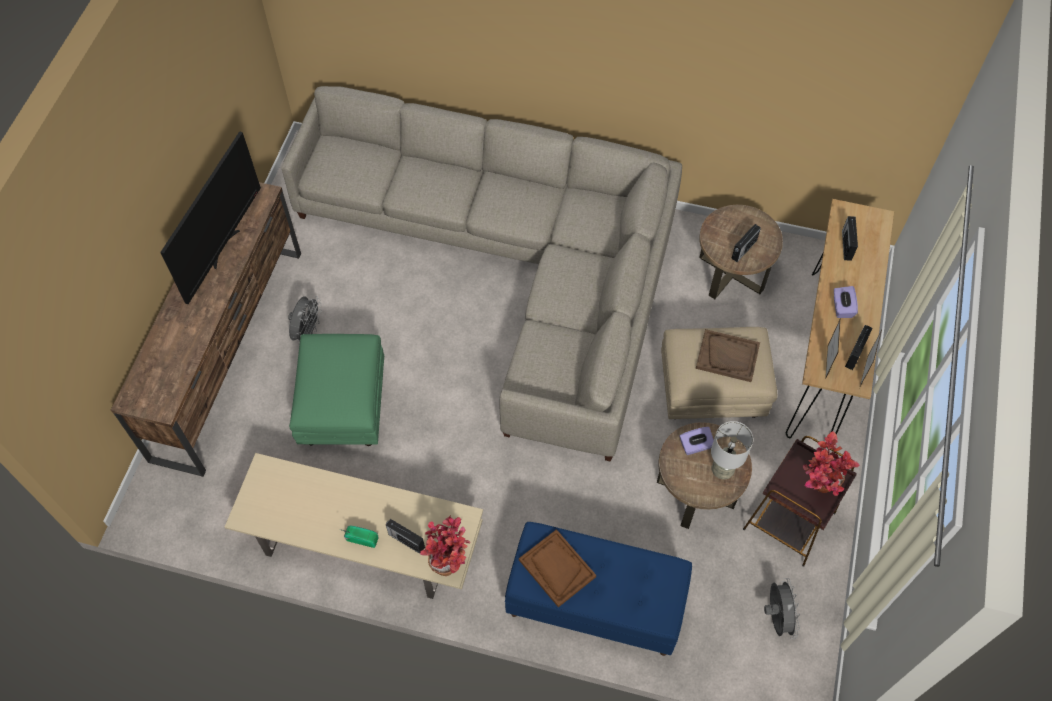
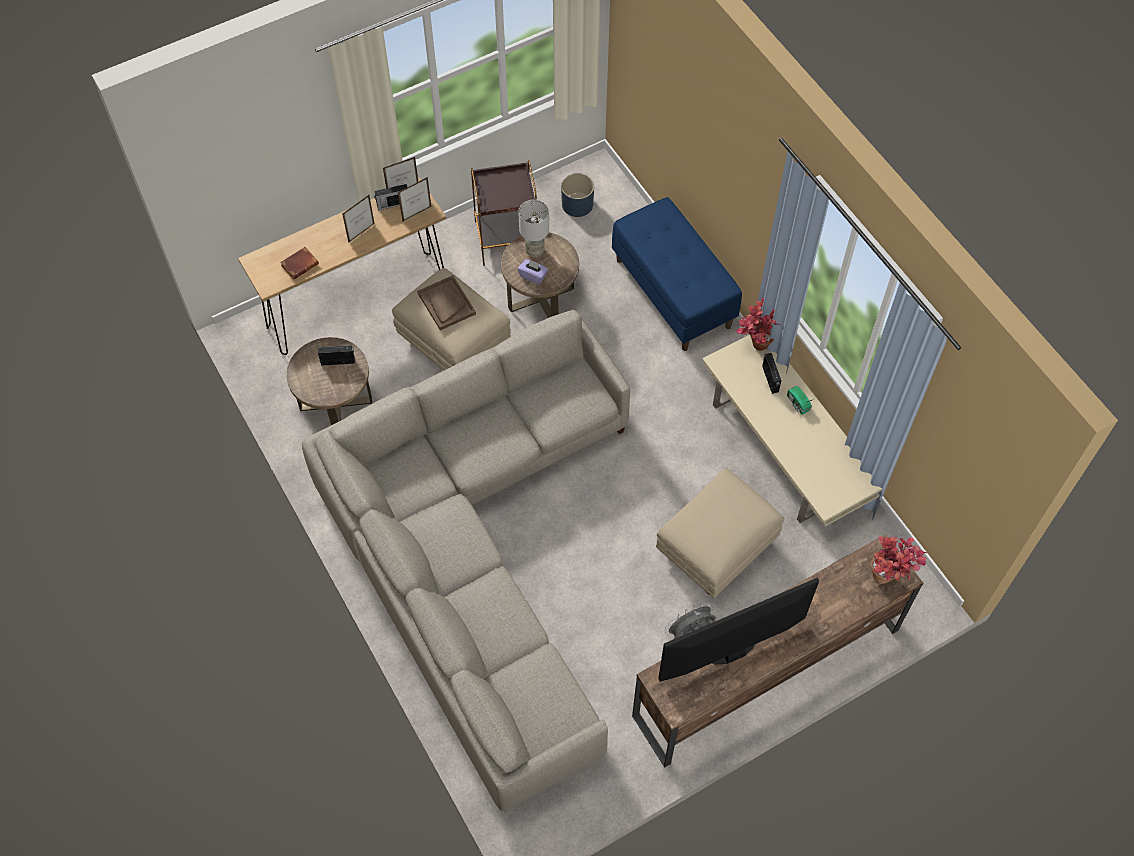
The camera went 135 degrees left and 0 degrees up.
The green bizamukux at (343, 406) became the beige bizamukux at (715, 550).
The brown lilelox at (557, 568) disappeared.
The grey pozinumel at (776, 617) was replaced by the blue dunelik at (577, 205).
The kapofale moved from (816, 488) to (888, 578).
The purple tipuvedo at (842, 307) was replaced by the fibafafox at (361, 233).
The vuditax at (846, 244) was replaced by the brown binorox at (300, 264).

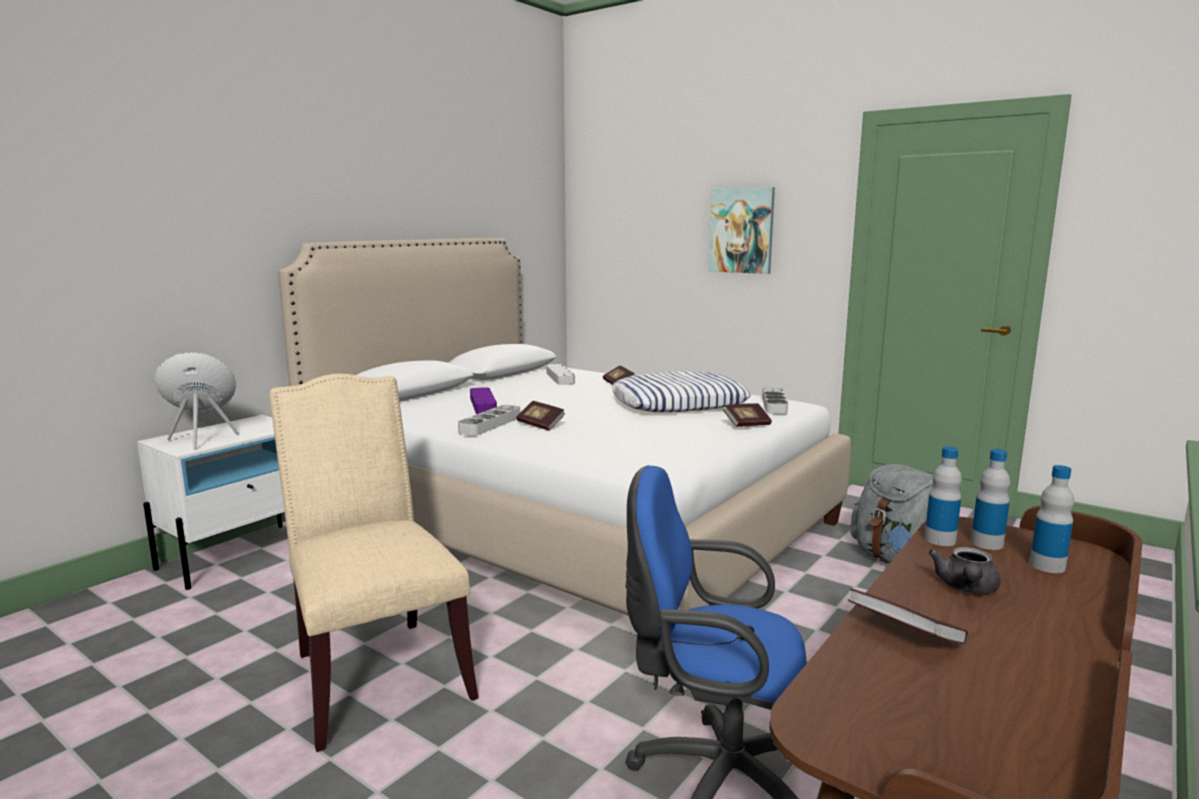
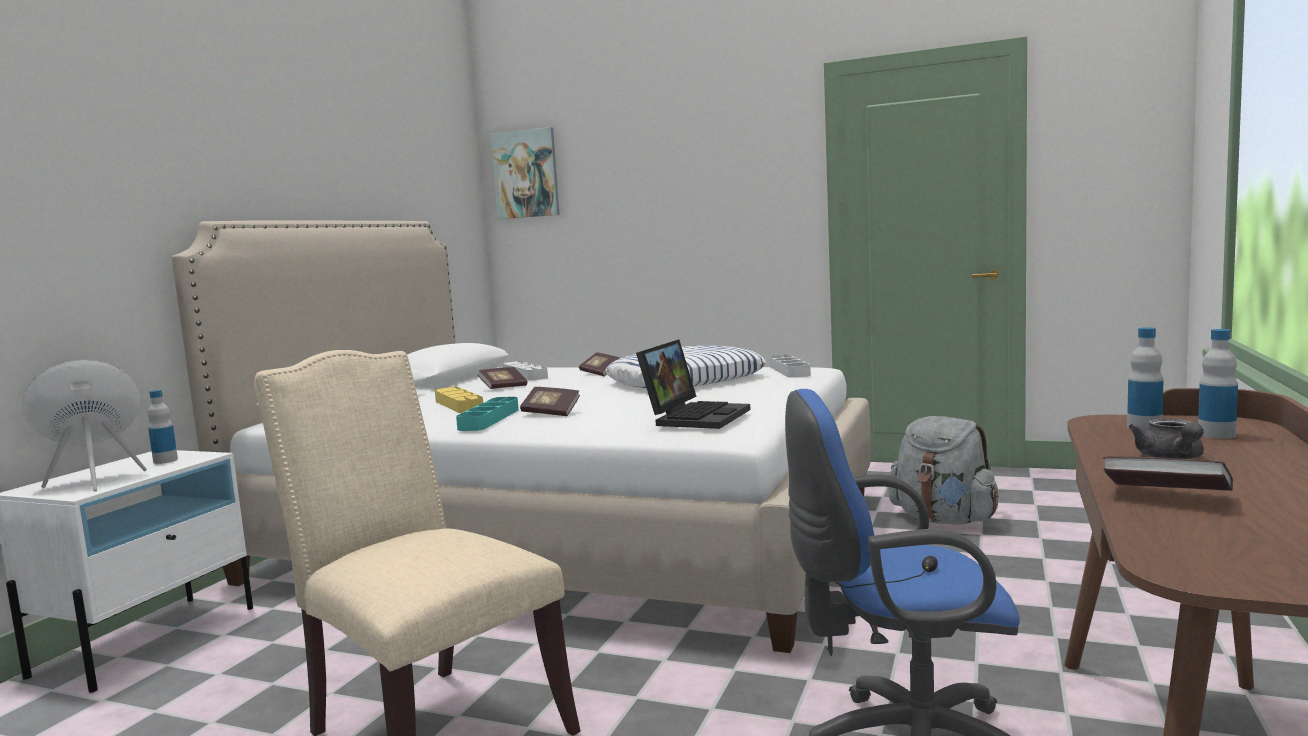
The camera went 15 degrees left and 5 degrees down.
The grey lilelox at (490, 424) became the turquoise lilelox at (489, 419).
The purple lilelox at (483, 405) became the yellow lilelox at (459, 405).
The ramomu moved from (741, 230) to (526, 174).
The binorox moved from (747, 424) to (503, 387).
The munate moved from (940, 540) to (165, 460).
The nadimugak at (695, 416) appeared.

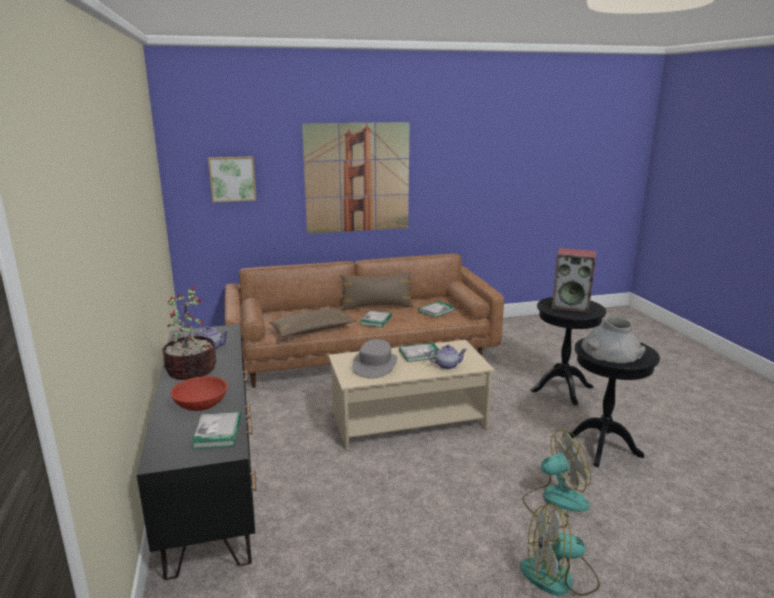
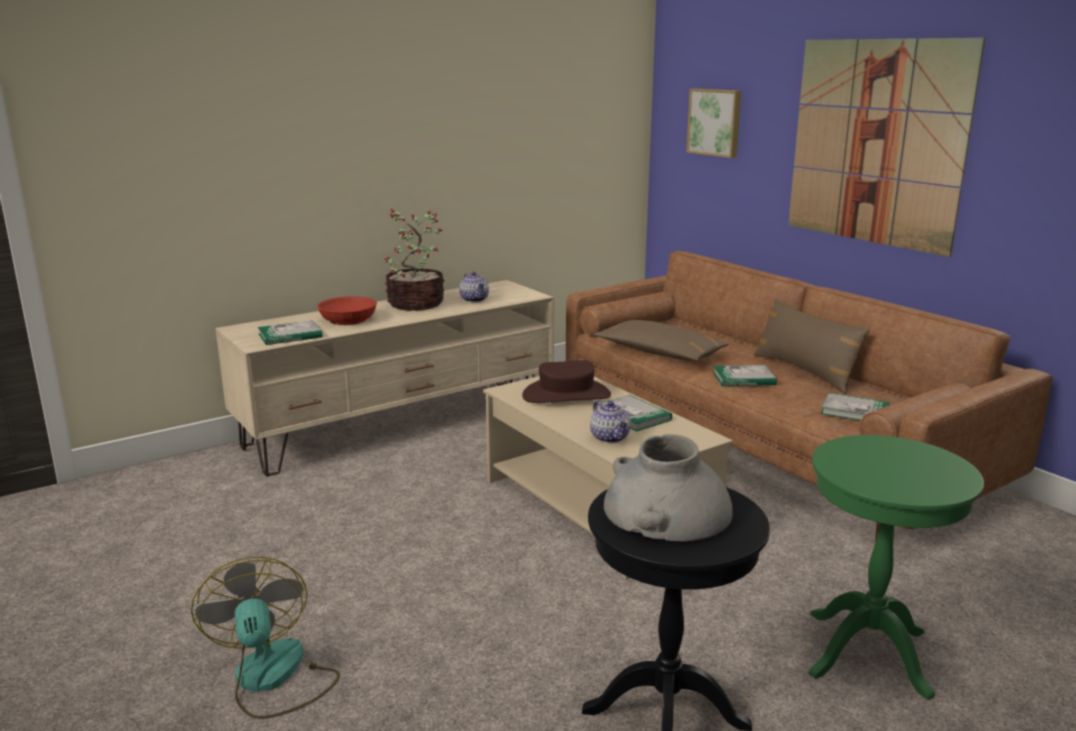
The camera went 70 degrees right and 0 degrees up.
The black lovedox at (212, 472) became the beige lovedox at (402, 424).
The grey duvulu at (375, 365) became the brown duvulu at (566, 395).
The pozinumel at (555, 501) disappeared.
The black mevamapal at (562, 389) became the green mevamapal at (868, 653).
The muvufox at (571, 306) disappeared.

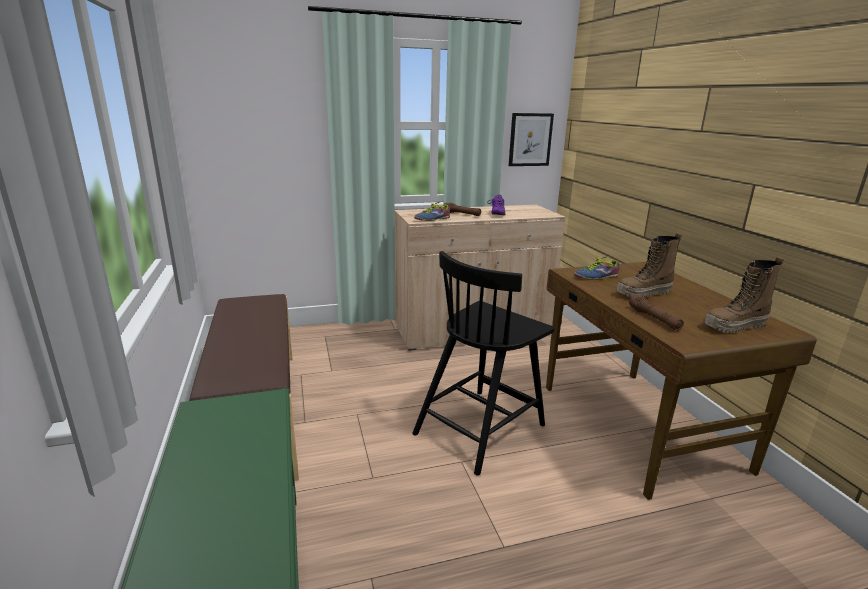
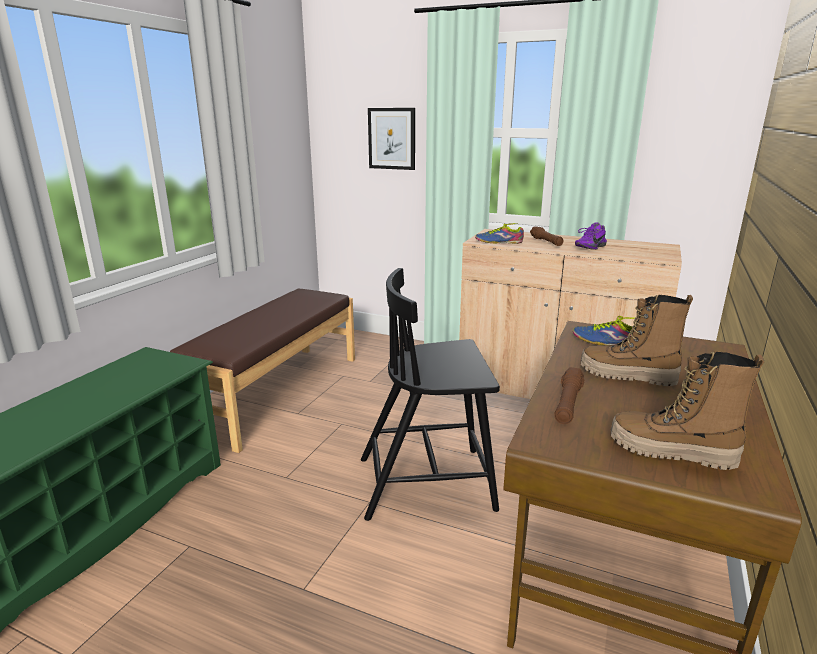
The camera went 40 degrees right and 0 degrees up.
The ramomu moved from (530, 139) to (392, 138).

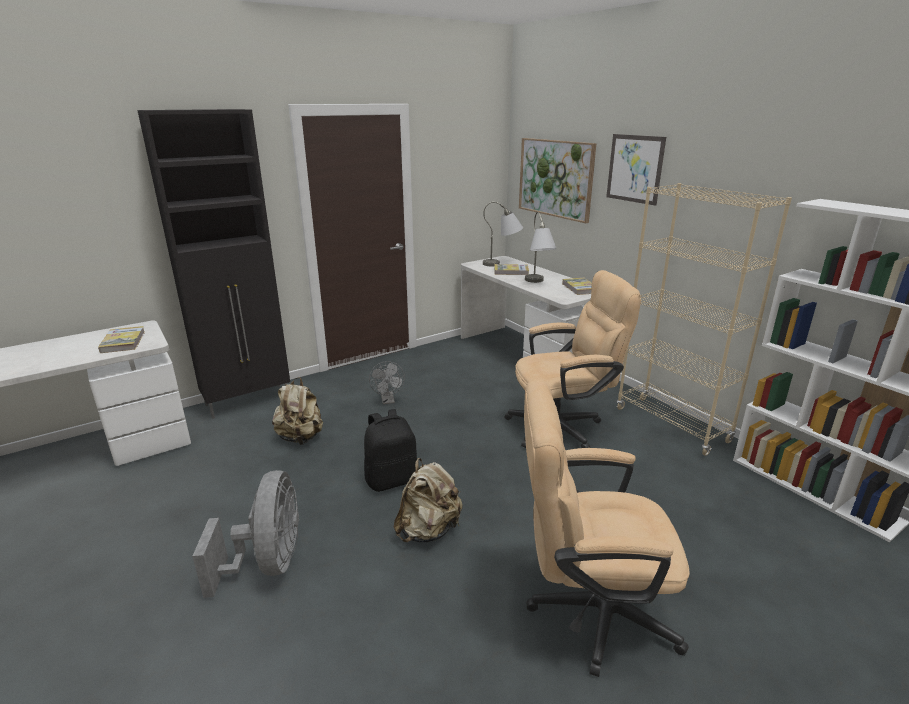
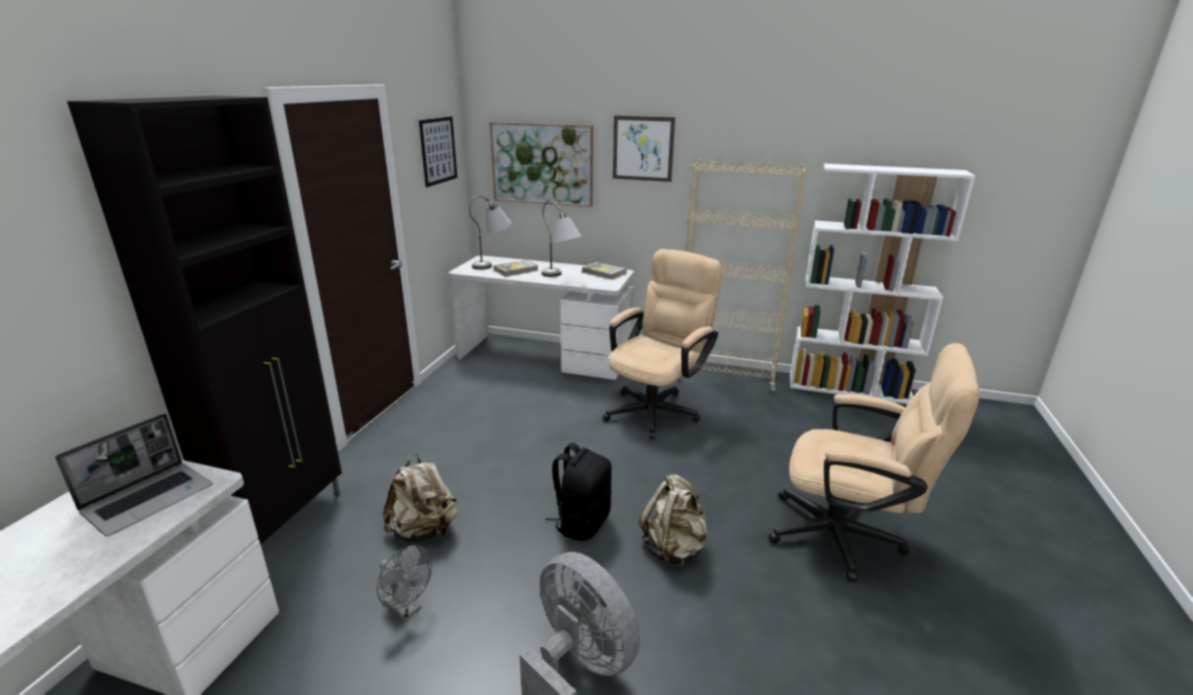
The camera went 40 degrees left and 0 degrees up.
The binorox at (123, 342) was replaced by the nadimugak at (149, 498).
The grey pozinumel moved from (388, 401) to (407, 608).
The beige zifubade at (588, 610) turned 120 degrees counterclockwise.
The ramomu at (438, 150) appeared.

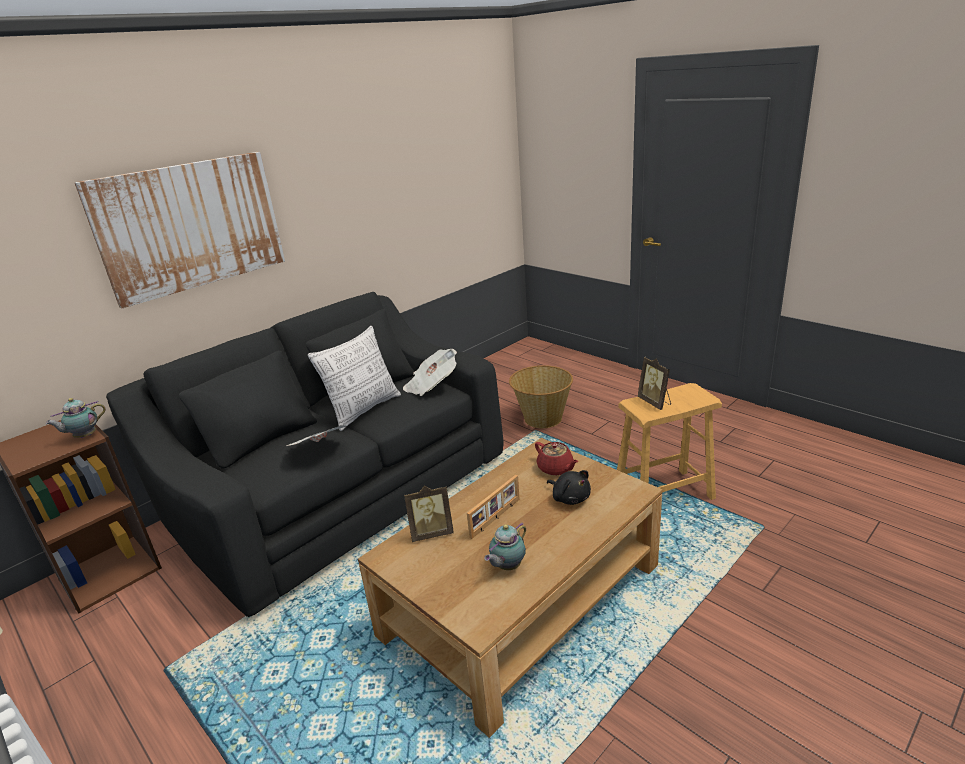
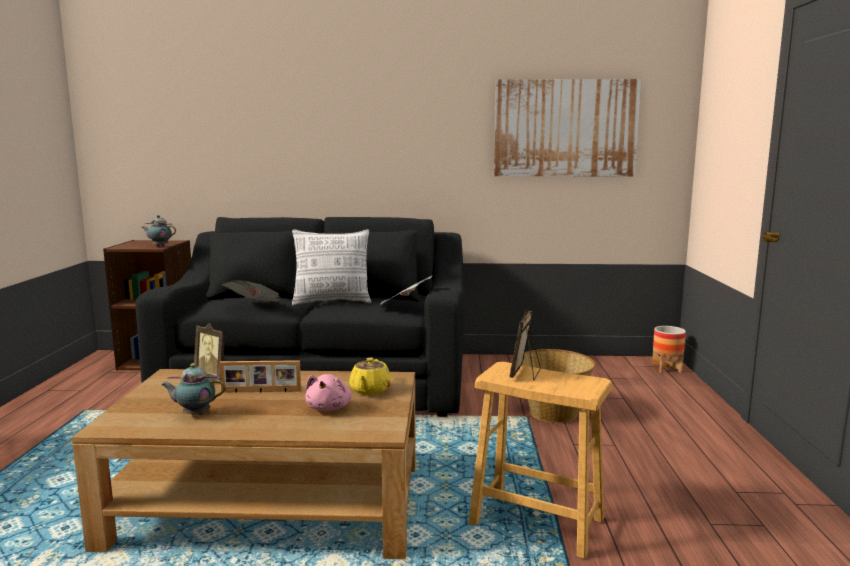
The camera went 45 degrees right and 15 degrees down.
The ramomu moved from (191, 226) to (565, 128).
The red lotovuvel at (556, 468) became the yellow lotovuvel at (370, 390).
The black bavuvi at (570, 497) became the pink bavuvi at (329, 408).
The dunelik at (666, 369) appeared.

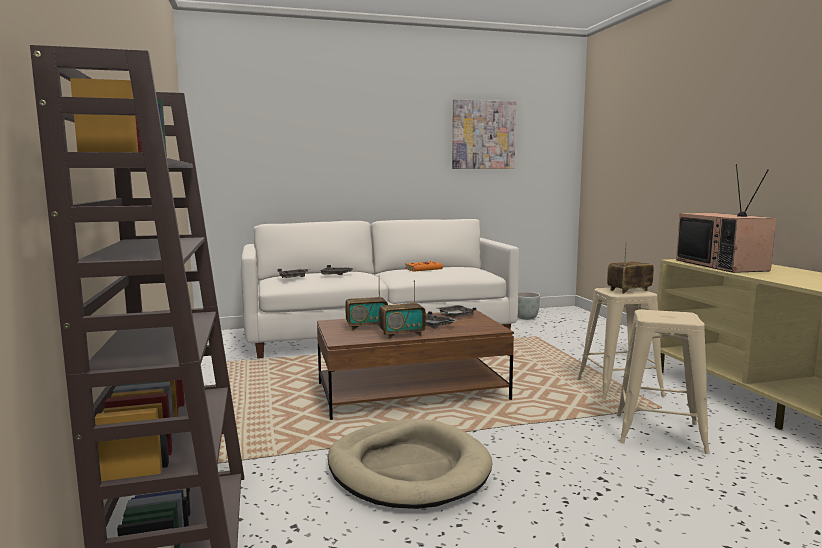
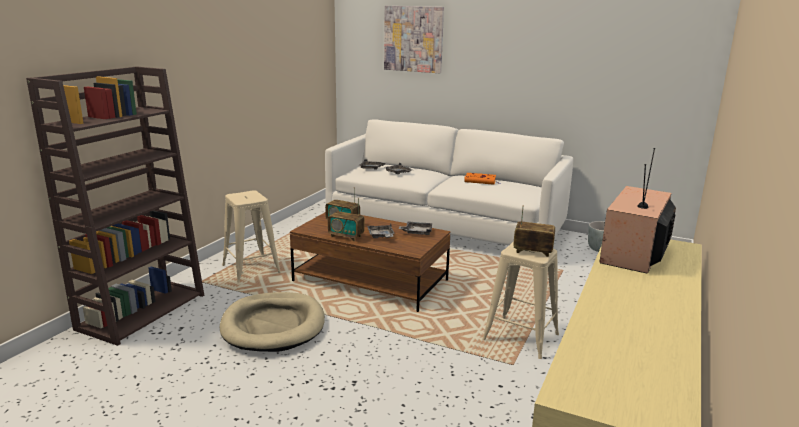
The camera went 40 degrees right and 10 degrees up.
The ramomu moved from (483, 135) to (413, 39).
The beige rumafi moved from (659, 433) to (251, 269).

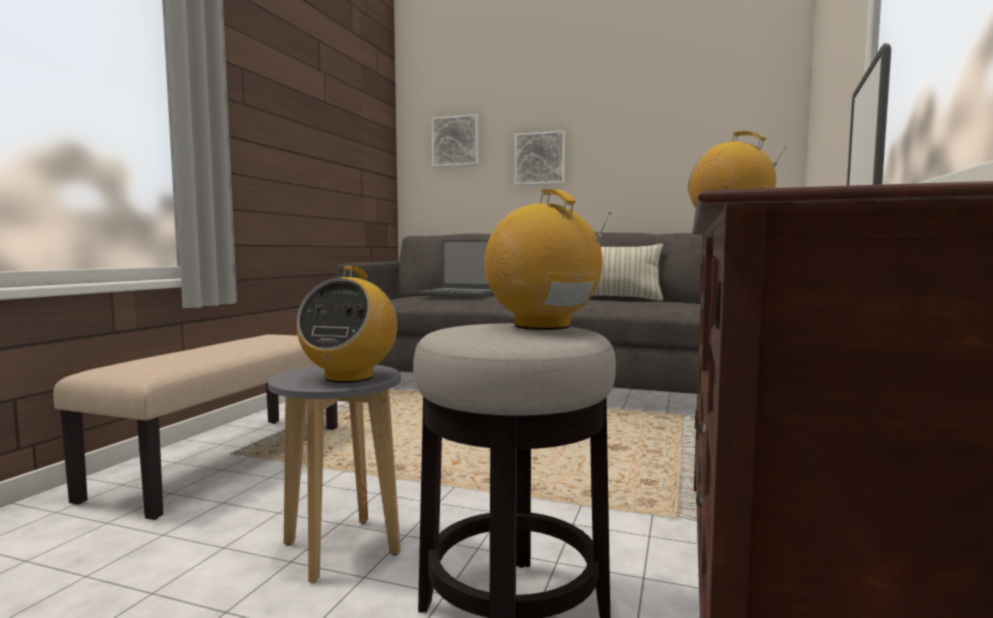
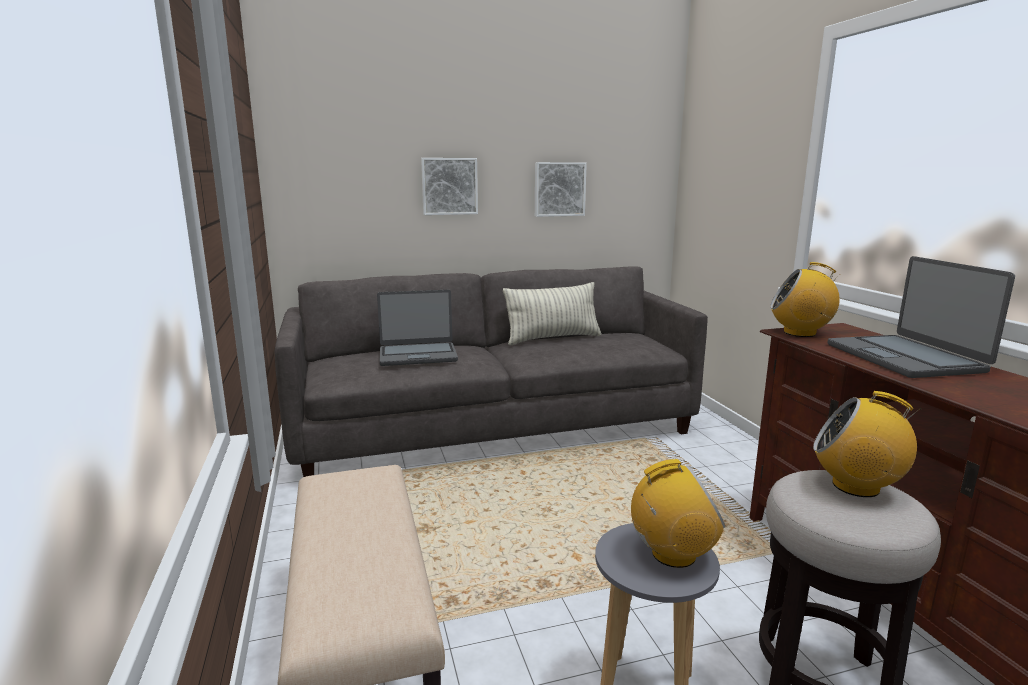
The camera went 35 degrees left and 10 degrees up.
The vuditax at (349, 377) turned 75 degrees counterclockwise.
The ramomu moved from (456, 141) to (559, 189).

